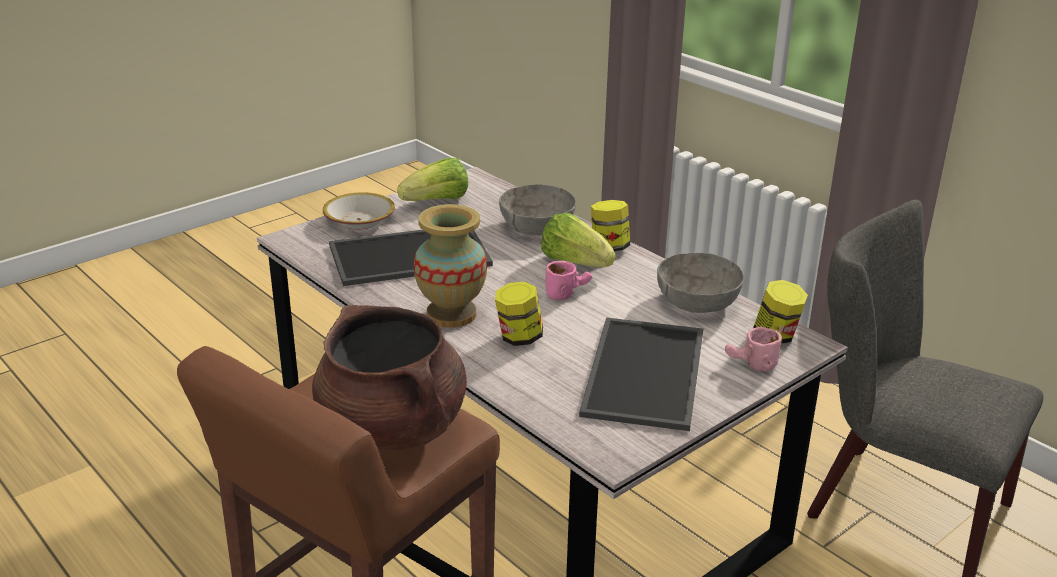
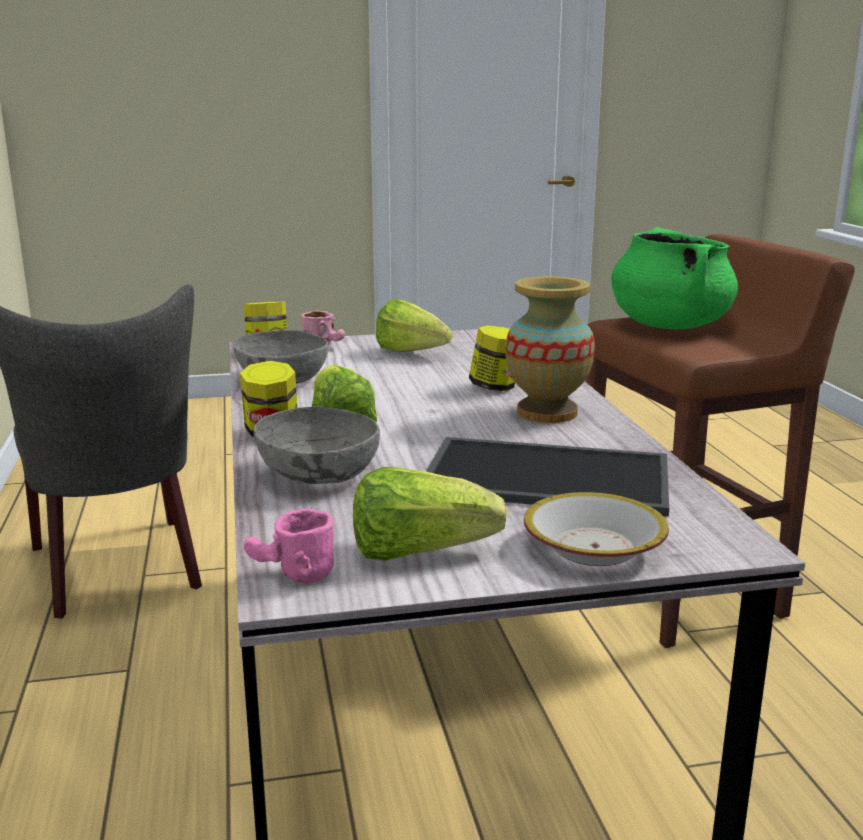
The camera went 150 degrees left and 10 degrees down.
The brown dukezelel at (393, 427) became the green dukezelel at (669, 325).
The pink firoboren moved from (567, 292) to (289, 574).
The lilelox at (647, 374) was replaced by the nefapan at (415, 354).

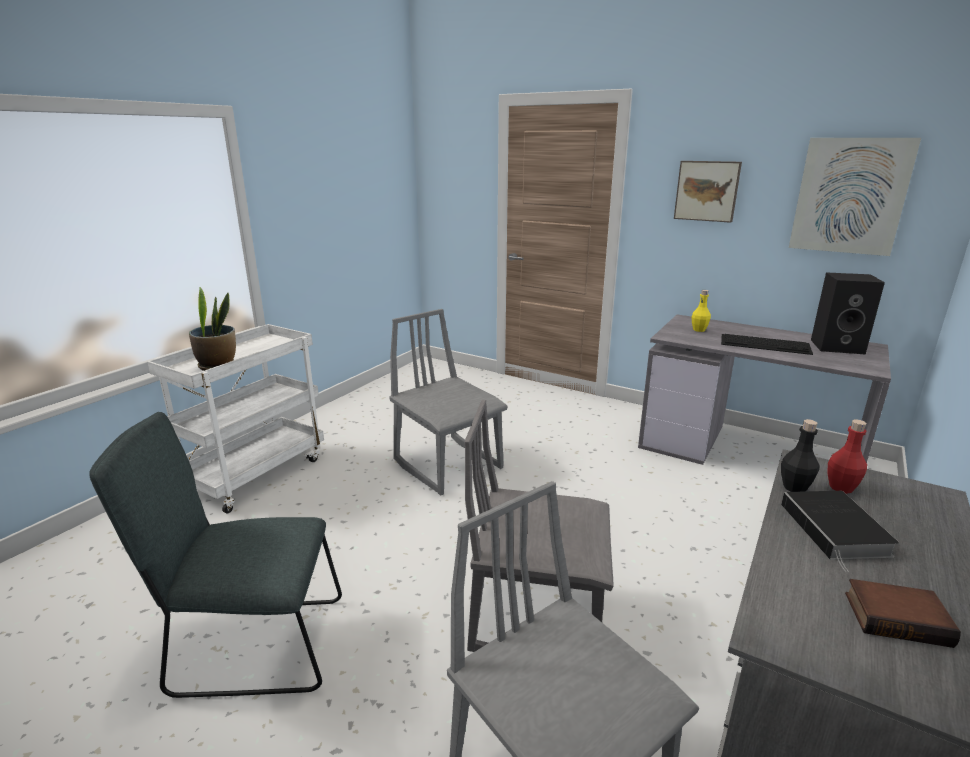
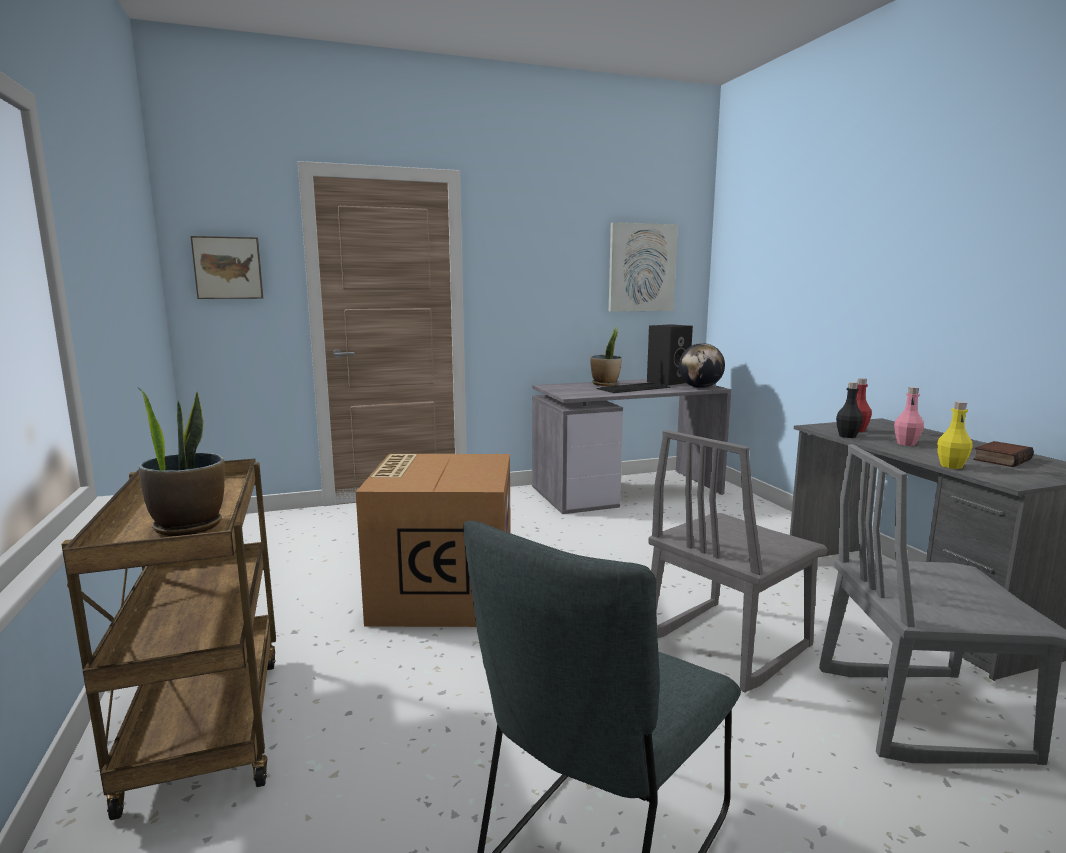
The camera went 50 degrees left and 10 degrees down.
The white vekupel at (256, 473) became the brown vekupel at (204, 725).
The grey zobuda at (449, 464) was replaced by the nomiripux at (442, 592).
The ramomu moved from (707, 191) to (228, 268).
The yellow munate moved from (699, 330) to (951, 466).
The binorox at (837, 531) was replaced by the pink munate at (906, 444).
The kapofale at (605, 384) appeared.
The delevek at (700, 387) appeared.

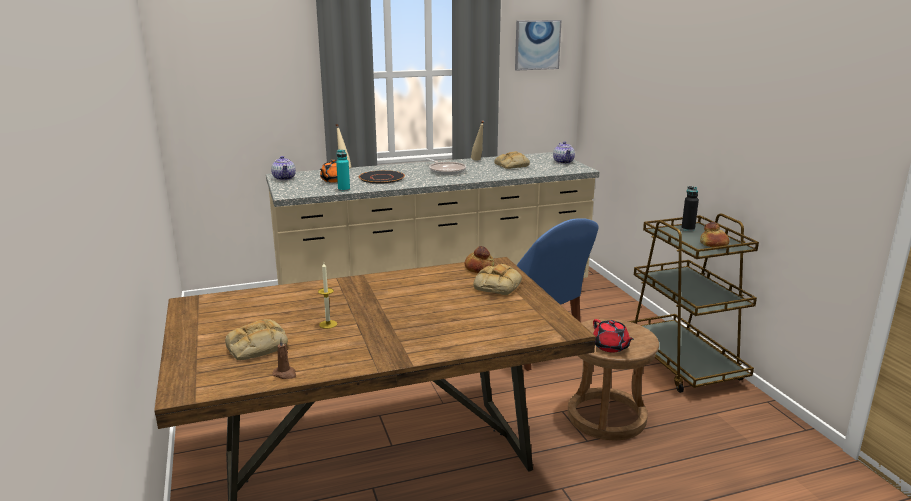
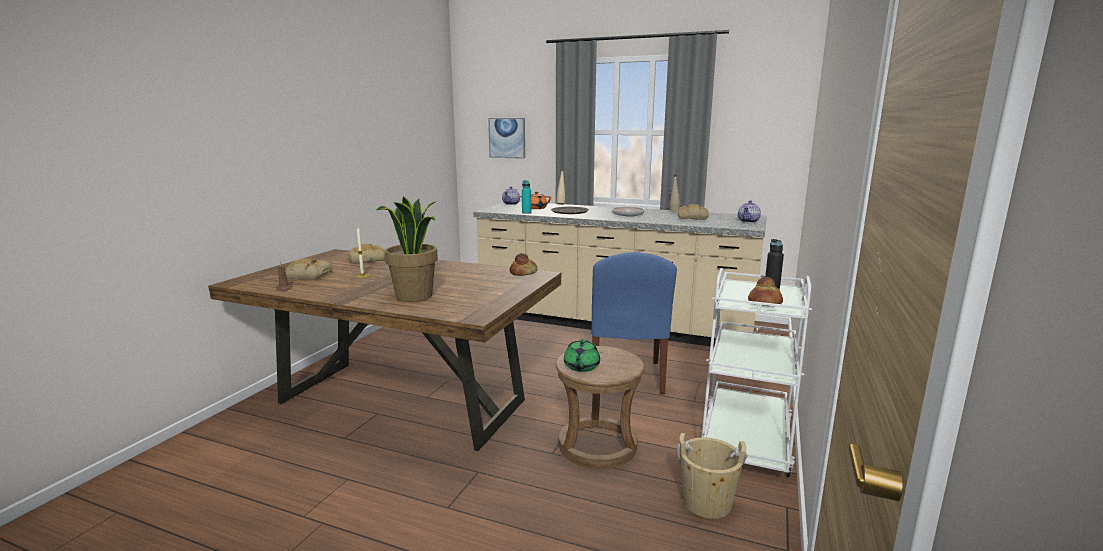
The camera went 40 degrees right and 5 degrees down.
The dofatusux moved from (497, 285) to (367, 259).
The ramomu moved from (537, 45) to (507, 138).
The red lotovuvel at (610, 347) became the green lotovuvel at (581, 367).
The brown vekupel at (682, 363) became the white vekupel at (745, 439).
The kapofale at (414, 296) appeared.
The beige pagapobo at (707, 502) appeared.

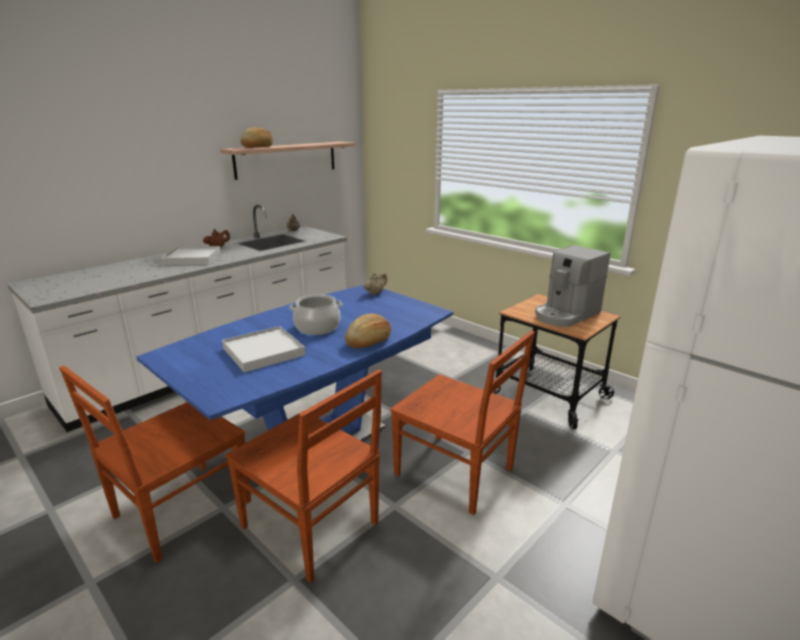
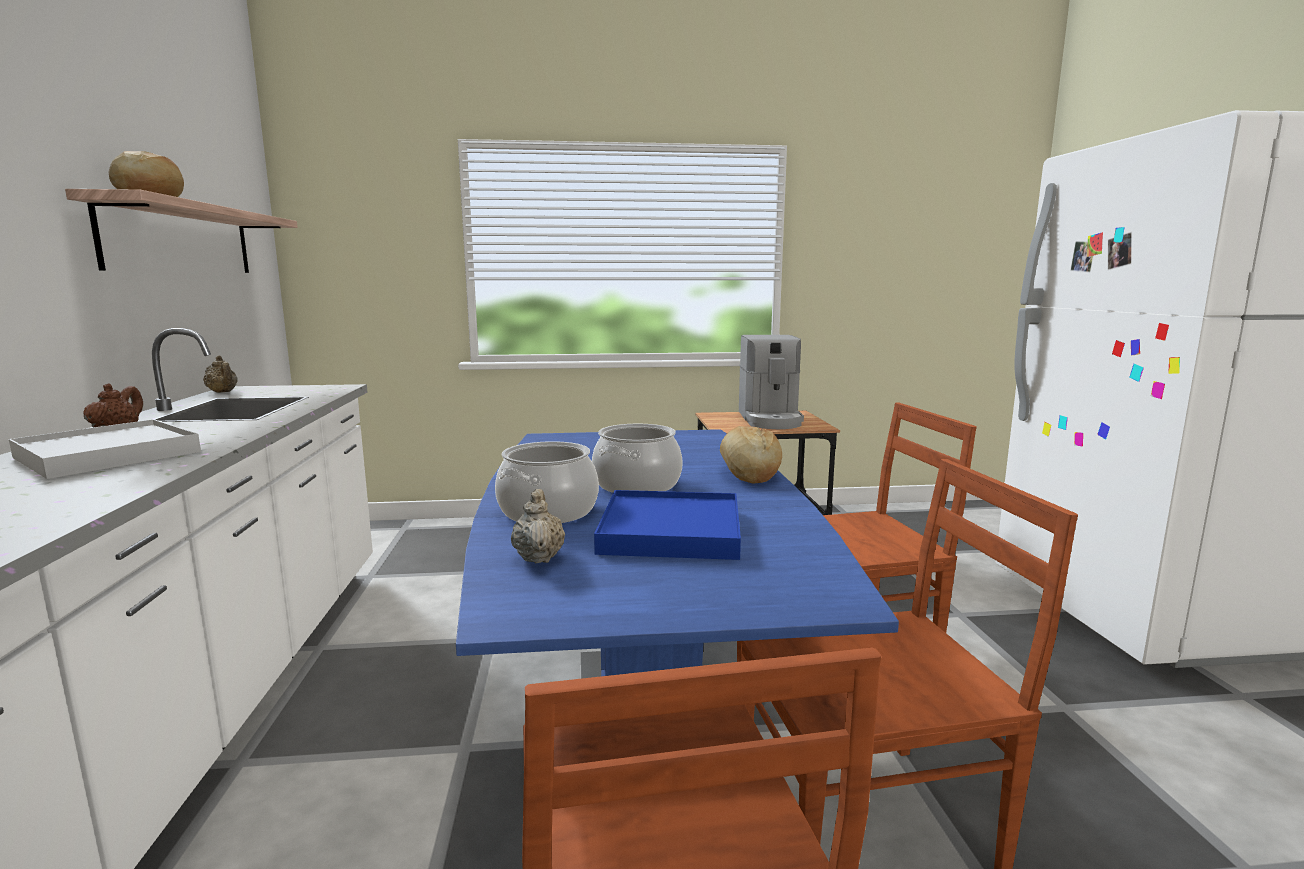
The camera went 50 degrees left and 10 degrees down.
The white lilelox at (263, 352) became the blue lilelox at (671, 531).
The beige lotovuvel moved from (375, 293) to (539, 557).
The dukezelel at (548, 511) appeared.

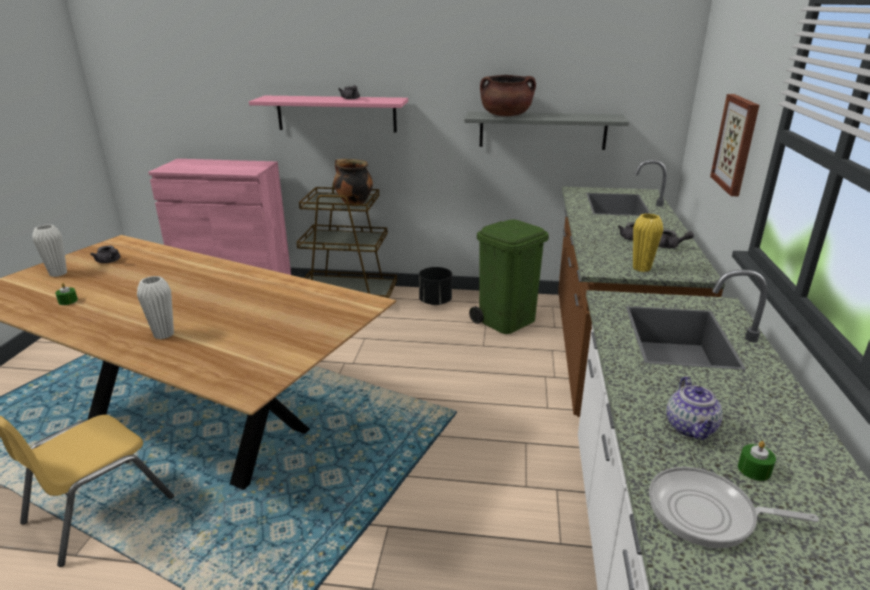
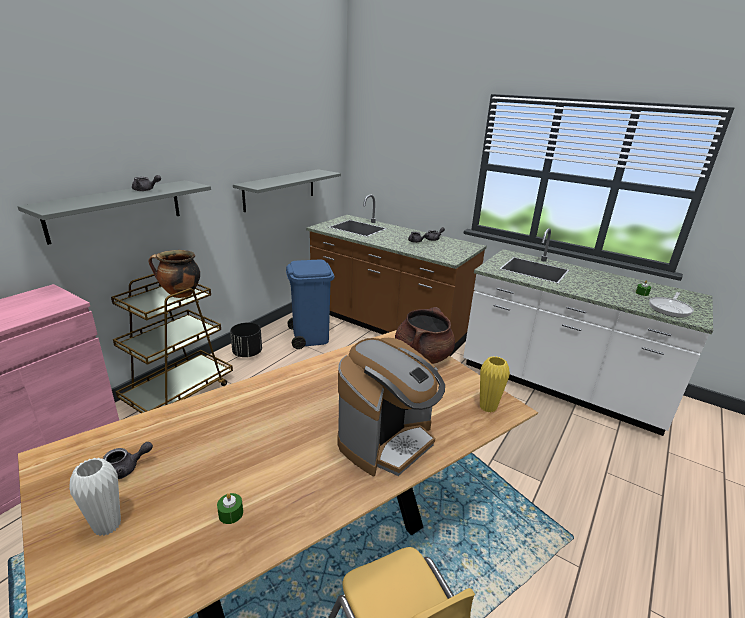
The camera went 65 degrees left and 0 degrees up.
The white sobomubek at (164, 334) was replaced by the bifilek at (387, 441).
The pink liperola at (336, 113) became the grey liperola at (116, 210).
The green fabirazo at (507, 320) became the blue fabirazo at (310, 337).
The brown dukezelel moved from (506, 115) to (422, 356).
The yellow sobomubek moved from (641, 268) to (488, 407).
The lotovuvel at (691, 429) disappeared.
The ramomu at (736, 144) disappeared.

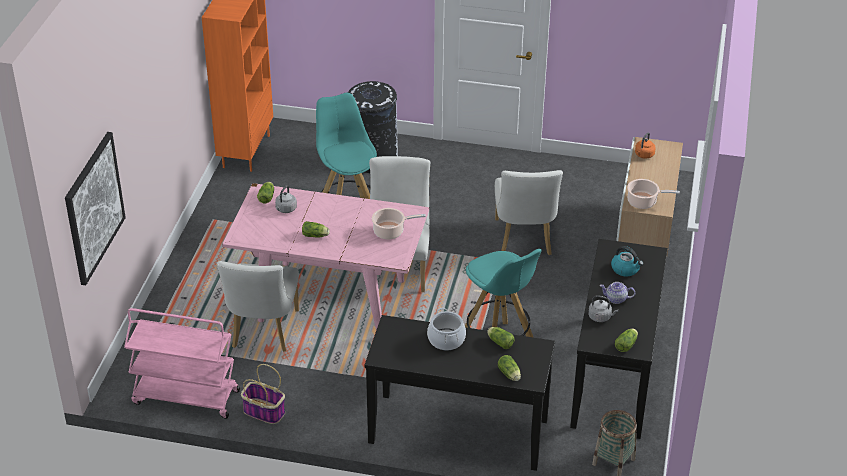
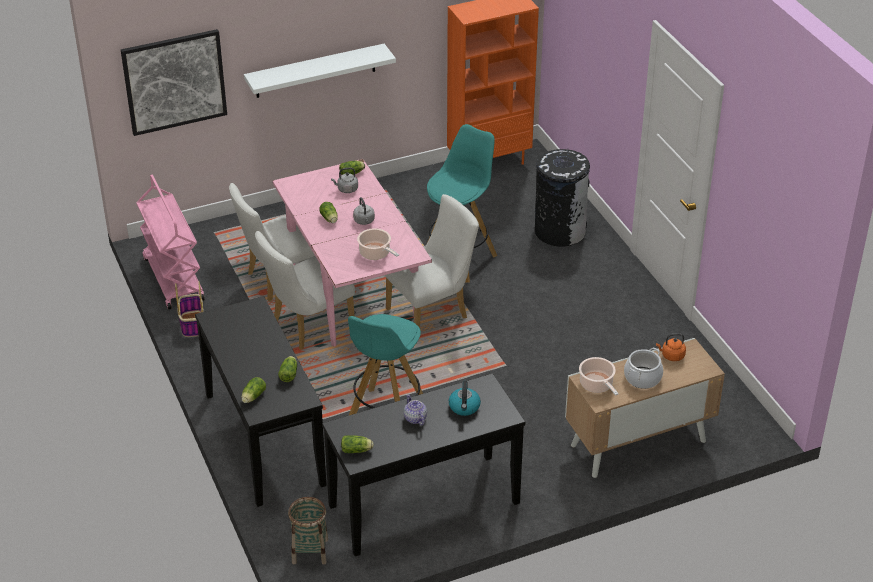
The camera went 55 degrees right and 0 degrees up.
The dukezelel moved from (446, 339) to (643, 378).
The white zobuda moved from (524, 241) to (307, 326).
The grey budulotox moved from (601, 317) to (364, 221).
The white liperola at (315, 71) appeared.

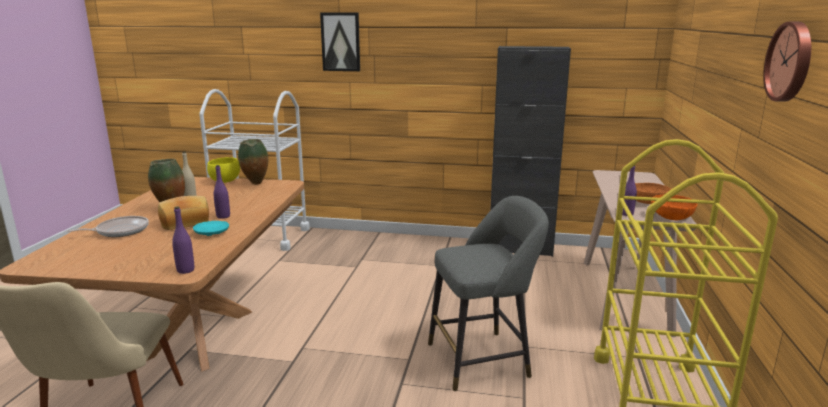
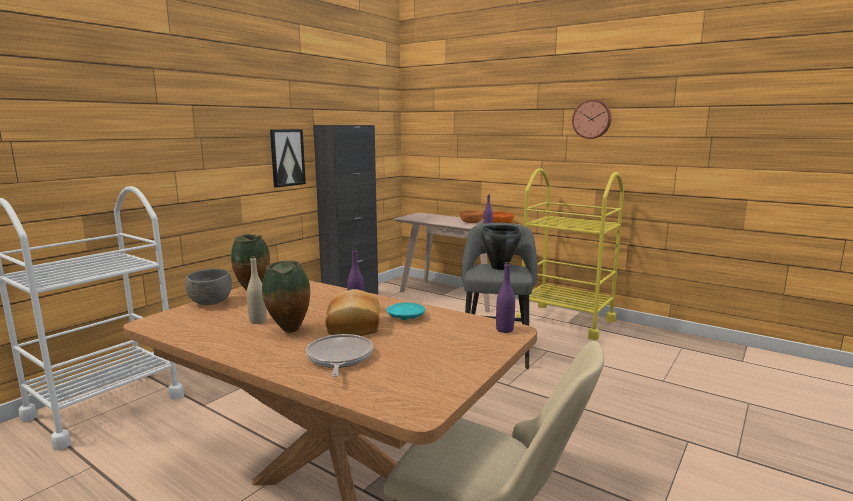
The camera went 65 degrees left and 5 degrees down.
The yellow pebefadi at (225, 181) became the grey pebefadi at (210, 303).
The ramomu moved from (341, 42) to (287, 157).
The black dukezelel at (499, 267) appeared.

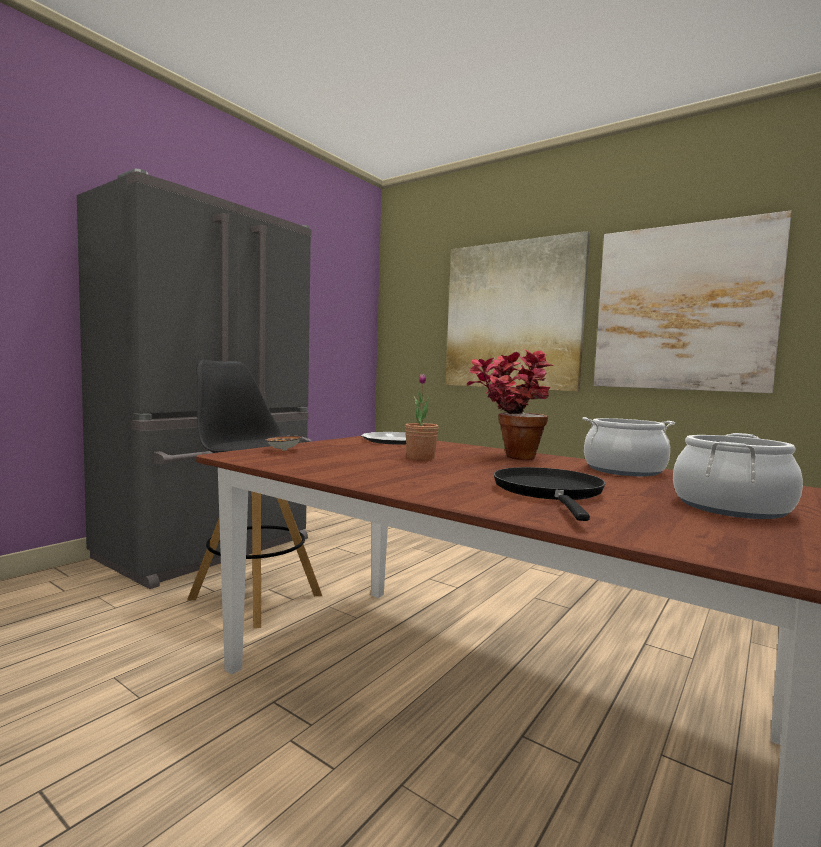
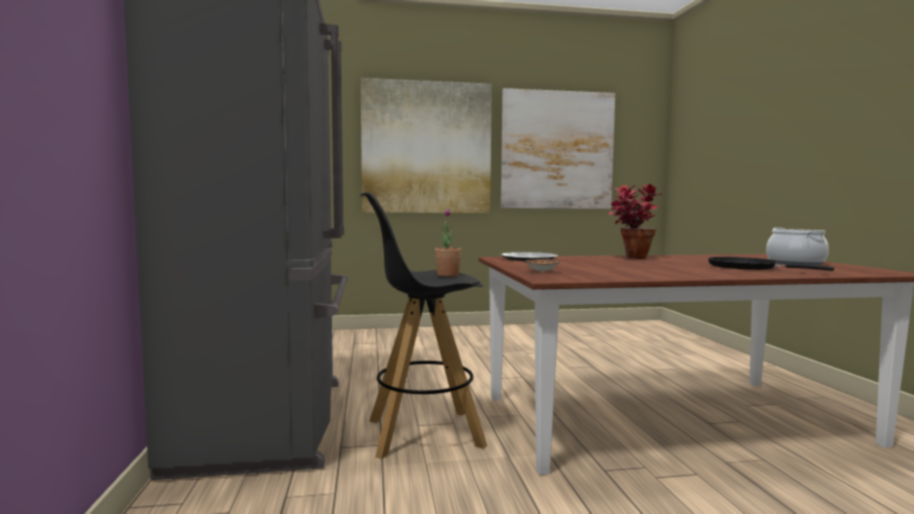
The camera went 45 degrees left and 0 degrees up.
The kapofale moved from (420, 458) to (448, 275).
The dukezelel at (623, 470) disappeared.

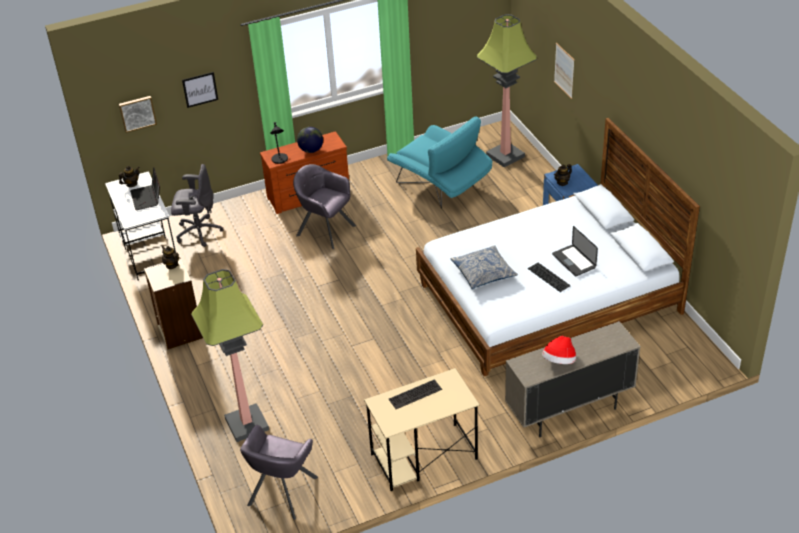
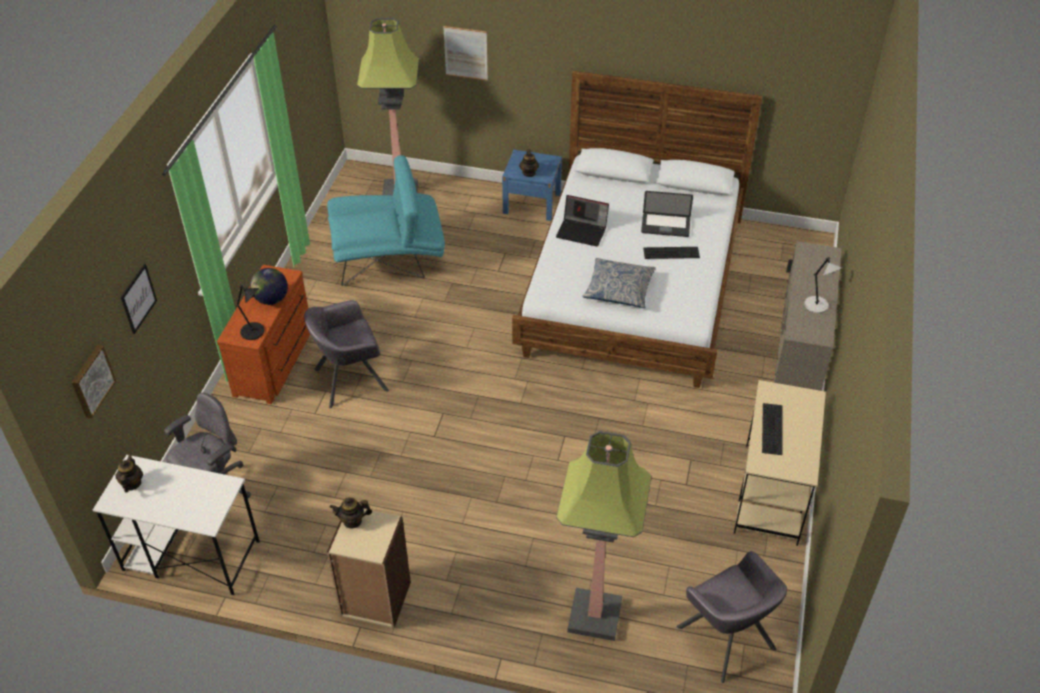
The camera went 55 degrees left and 5 degrees up.
The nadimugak moved from (147, 198) to (582, 231).
The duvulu at (559, 361) was replaced by the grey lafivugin at (817, 306).

